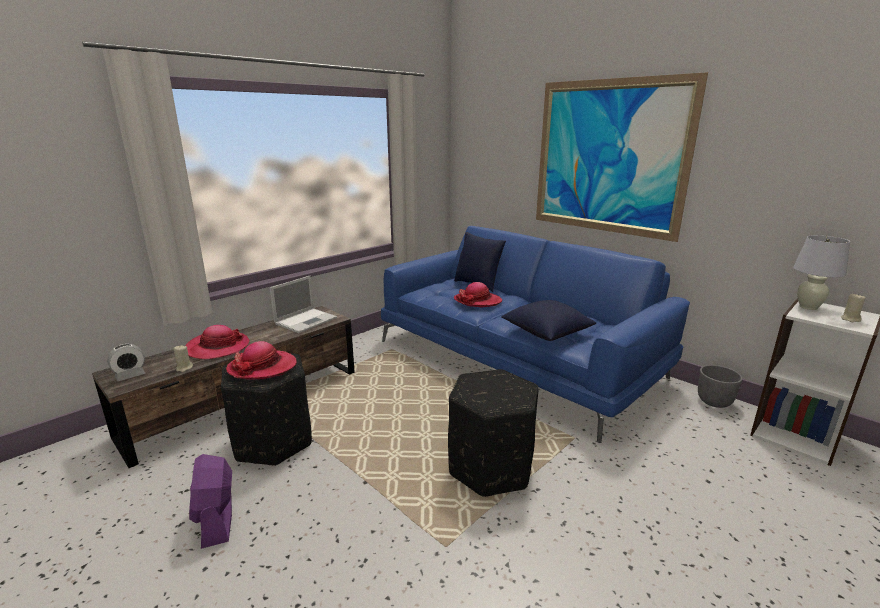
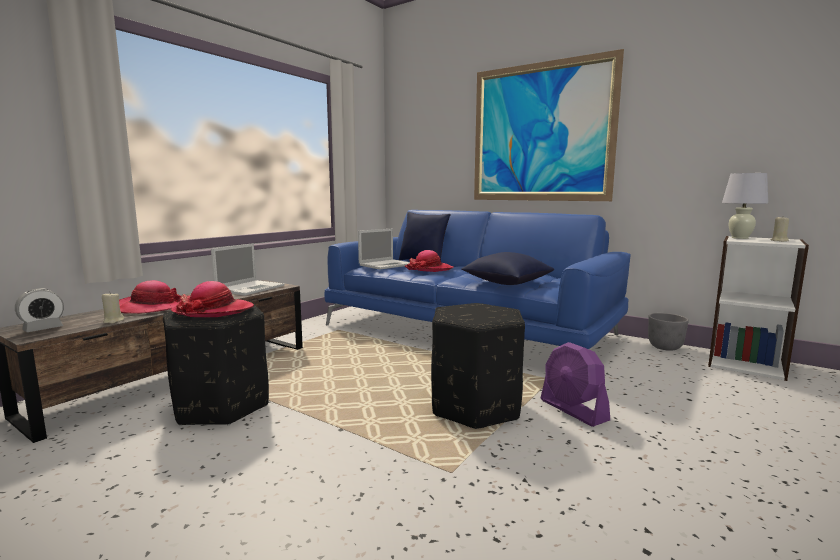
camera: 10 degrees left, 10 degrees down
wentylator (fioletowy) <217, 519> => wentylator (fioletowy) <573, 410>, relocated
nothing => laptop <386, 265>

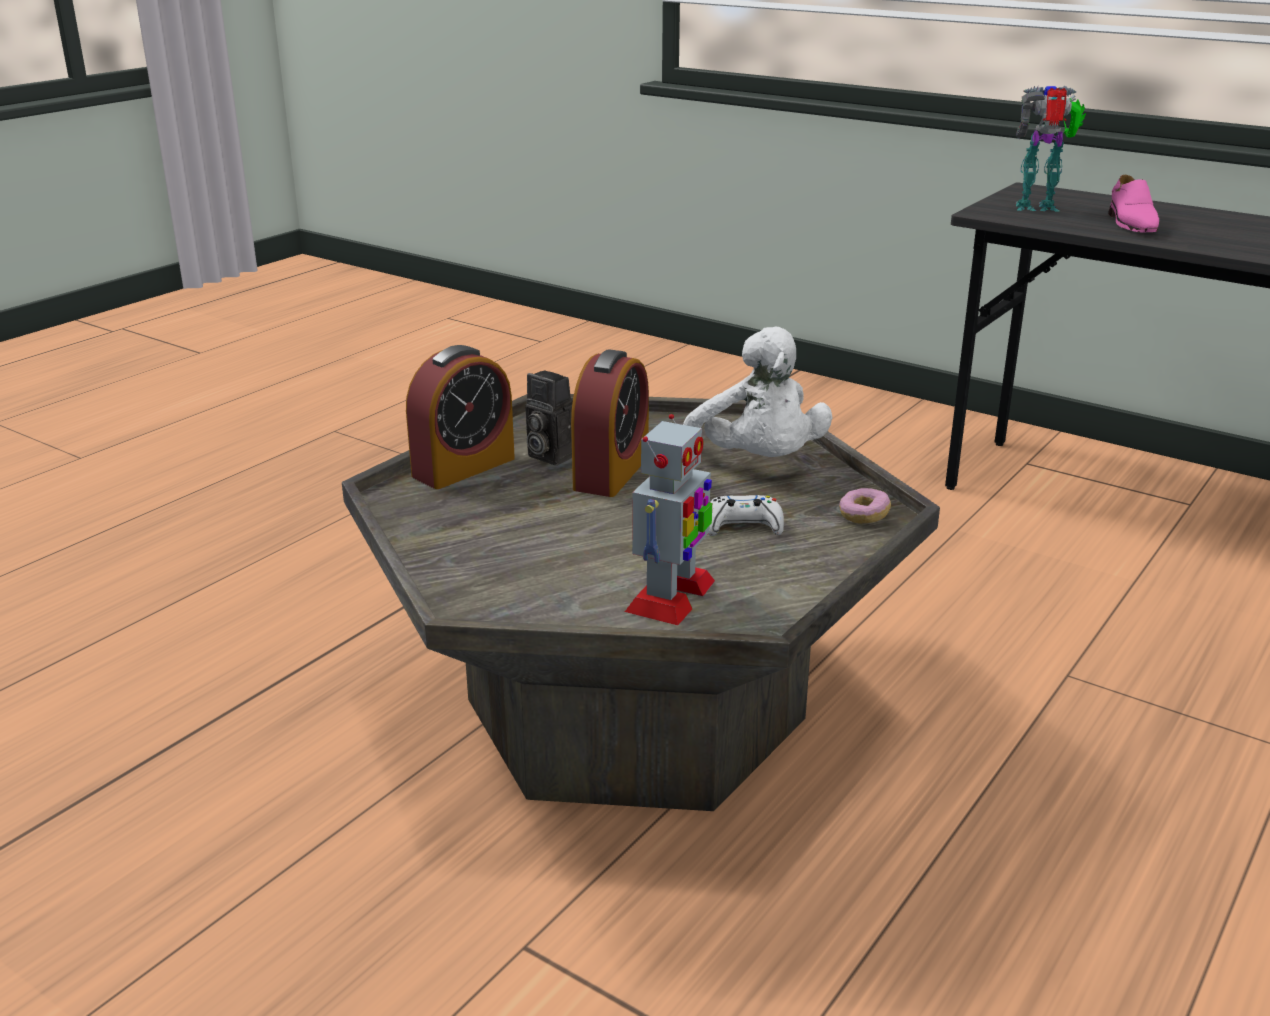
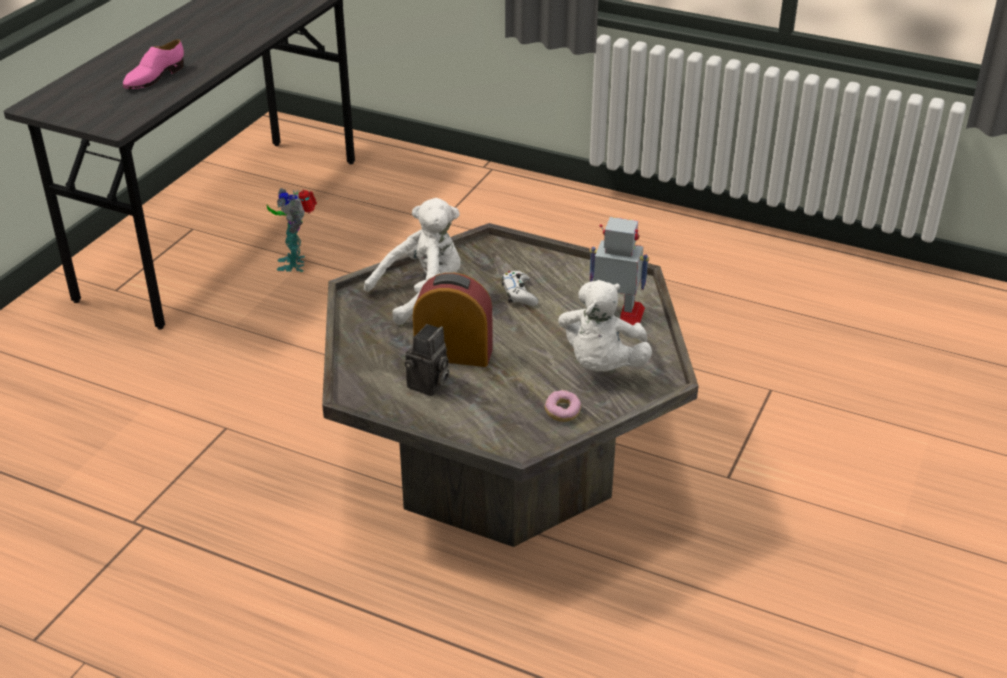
camera: 100 degrees left, 10 degrees up
budzik <463, 467> => nothing
donut <863, 516> => donut <562, 412>, relocated
robot zabawkowy <1038, 208> => robot zabawkowy <295, 263>, relocated
but (różowy) <1131, 223> => but (różowy) <154, 77>, 135 degrees clockwise
nothing => pluszak (biały) <602, 365>

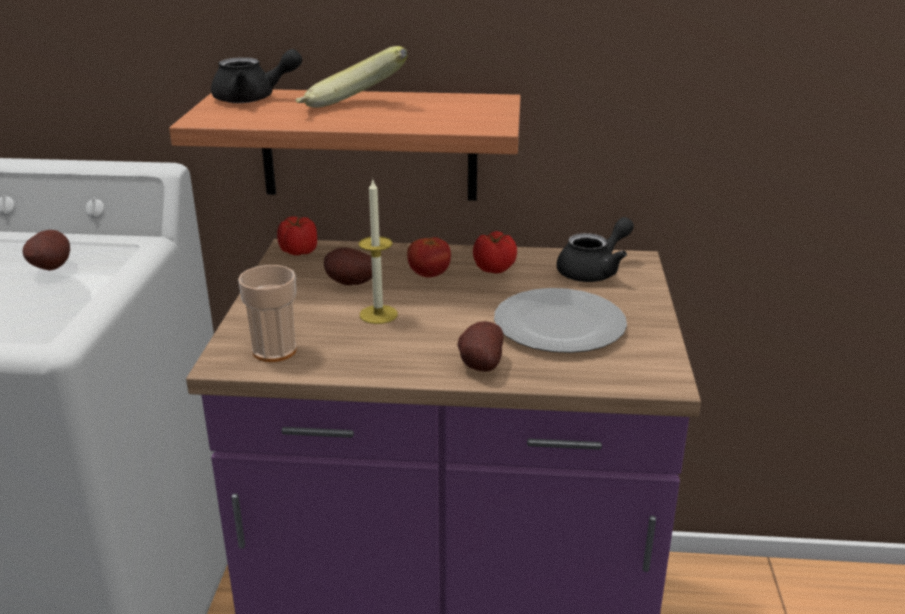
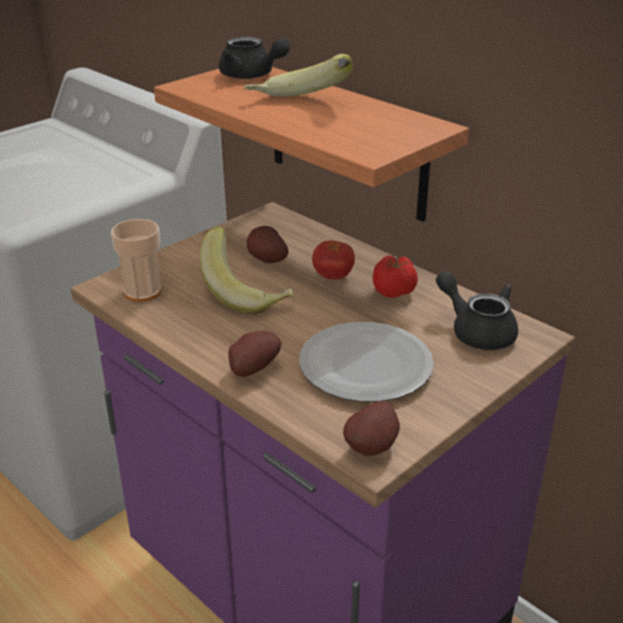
camera: 40 degrees right, 5 degrees up
ziemniak <53, 268> => ziemniak <374, 448>, relocated
pomidor <298, 252> => nothing
świeca <378, 314> => banan <247, 294>
imbryk (czarny) <594, 271> => imbryk (czarny) <477, 330>, 135 degrees counterclockwise

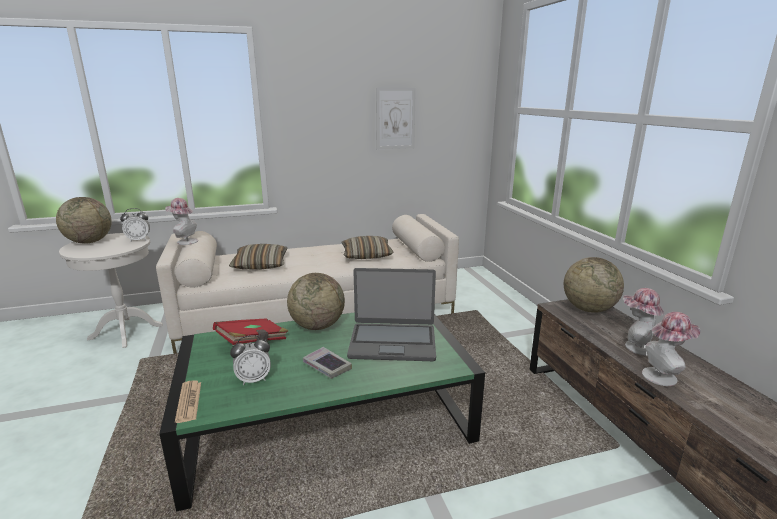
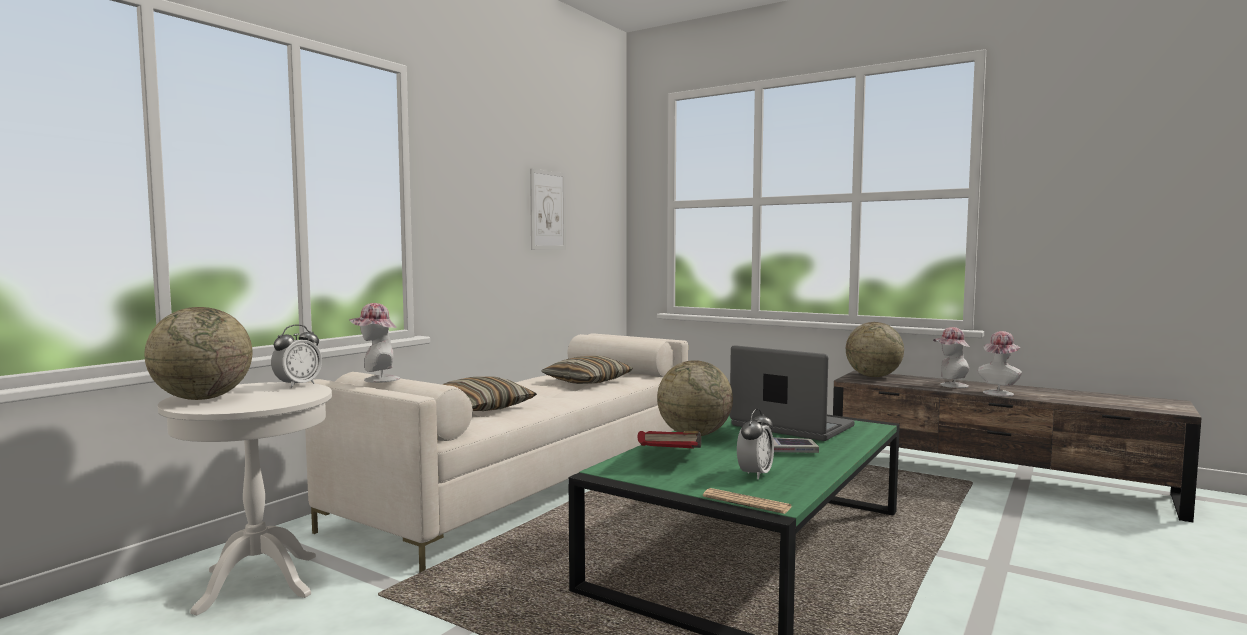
camera: 40 degrees left, 15 degrees down
laptop <392, 342> => laptop <791, 426>, 105 degrees counterclockwise

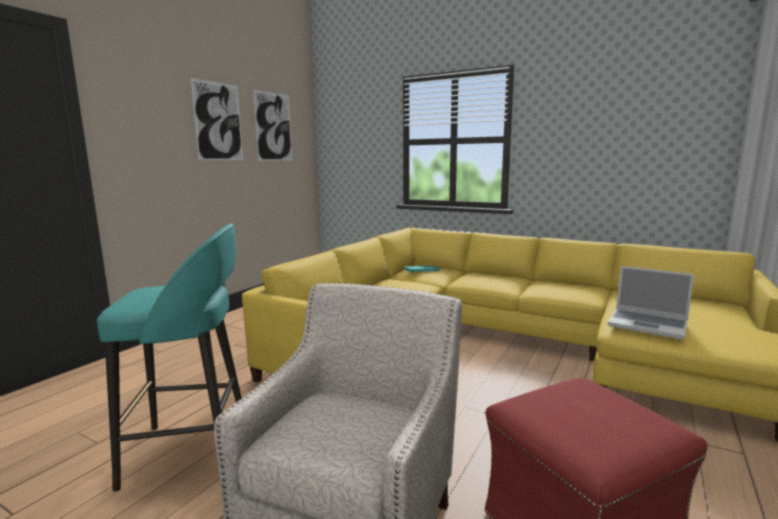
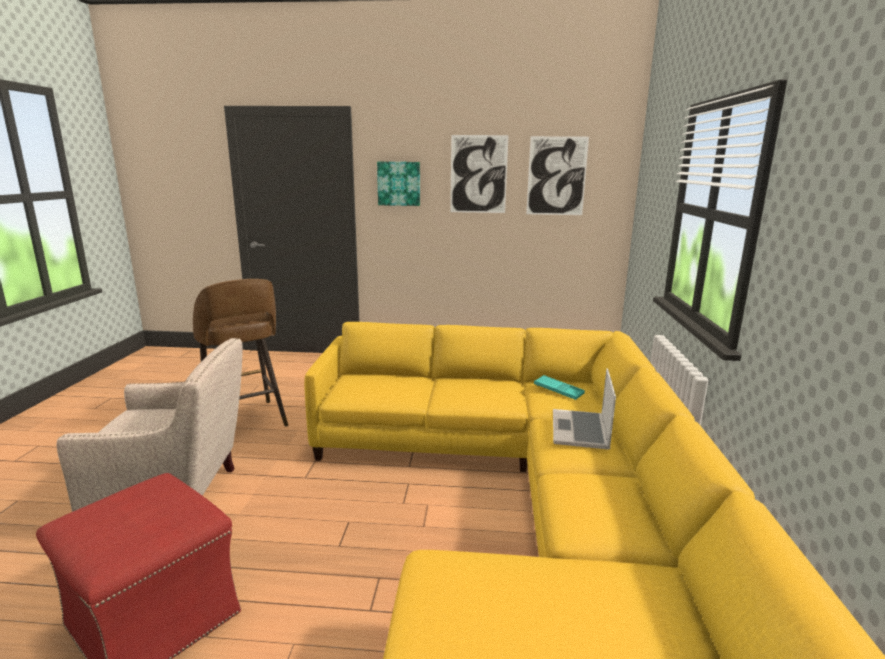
camera: 65 degrees right, 5 degrees up
stołek (turkusowy) <192, 451> => stołek (brązowy) <246, 422>
laptop <648, 325> => laptop <581, 431>, relocated
nothing => obraz <399, 183>

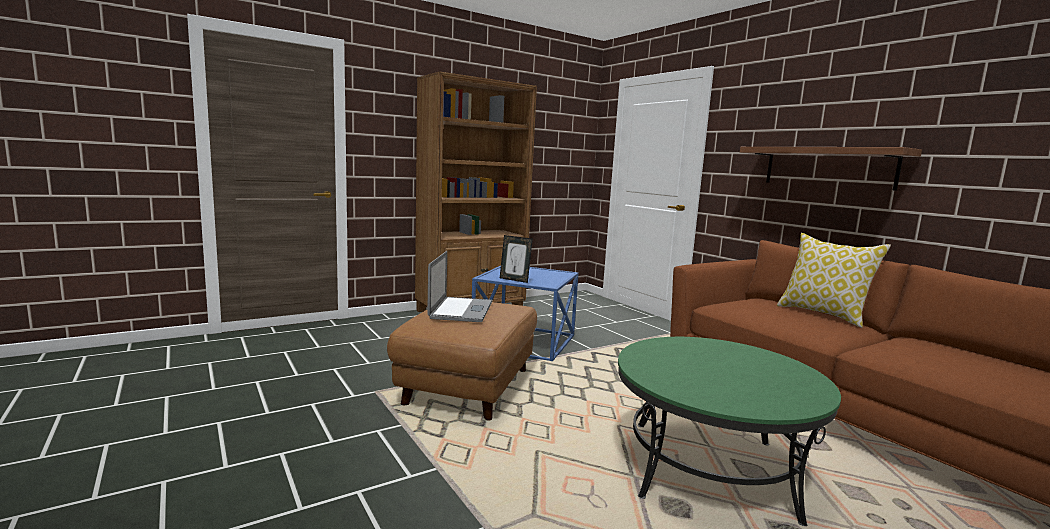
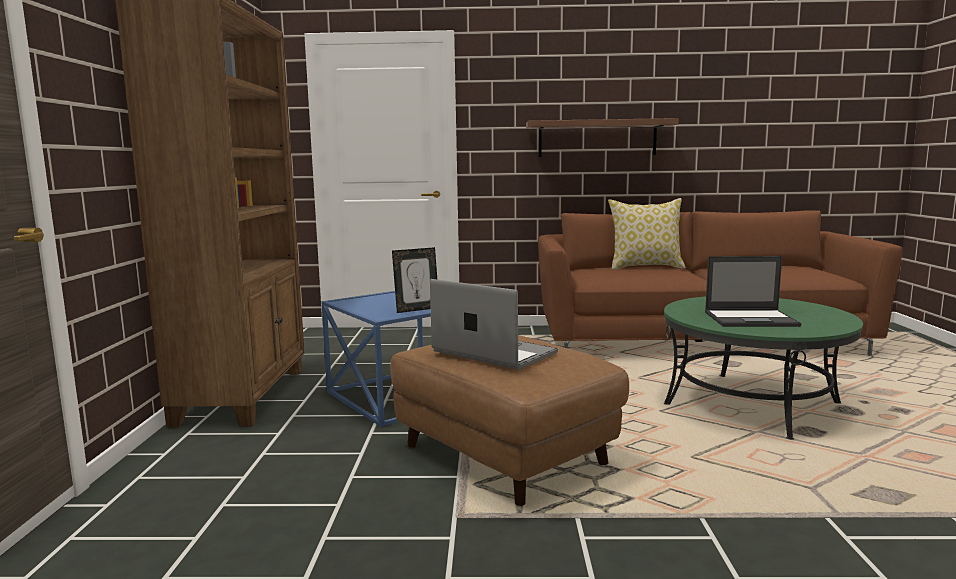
camera: 55 degrees left, 0 degrees up
nothing => laptop <751, 319>

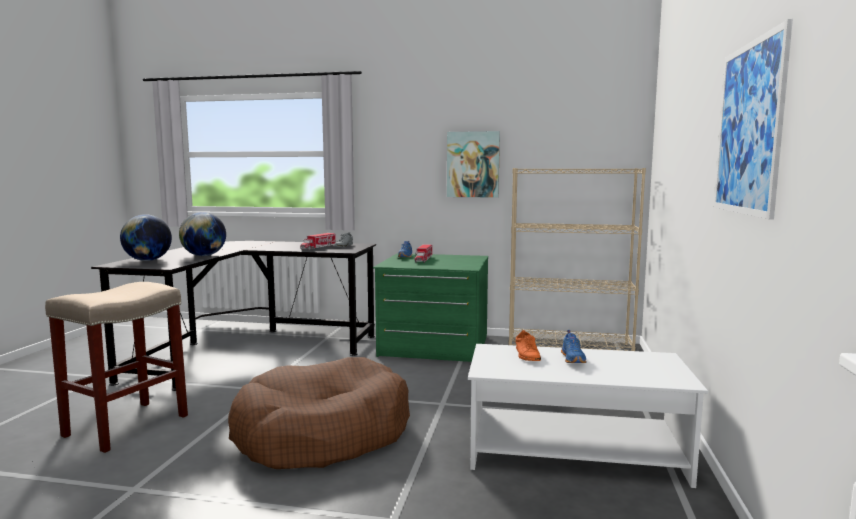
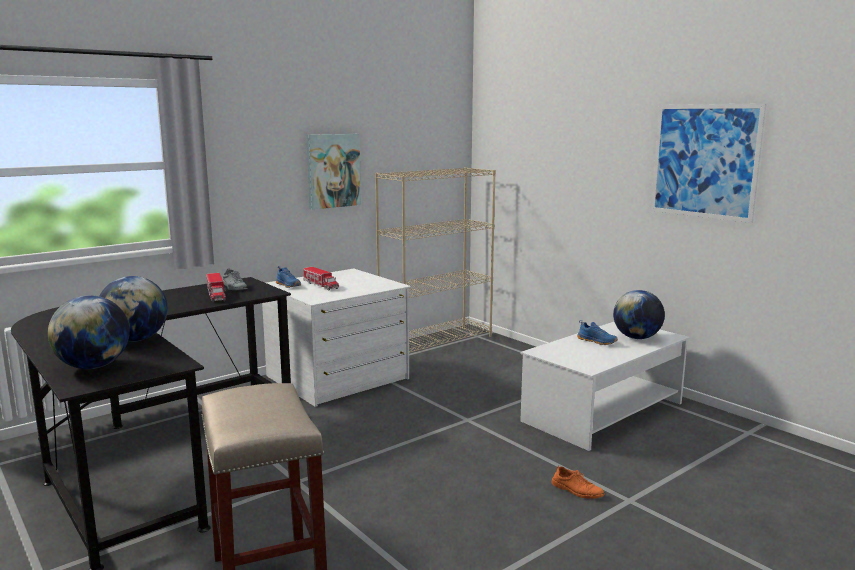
camera: 50 degrees left, 5 degrees up
legowisko (brązowy) <322, 434> => nothing
komoda (zielony) <434, 346> => komoda (biały) <338, 378>
but (pomarańczowy) <527, 355> => but (pomarańczowy) <577, 490>, relocated
nothing => globus <636, 338>

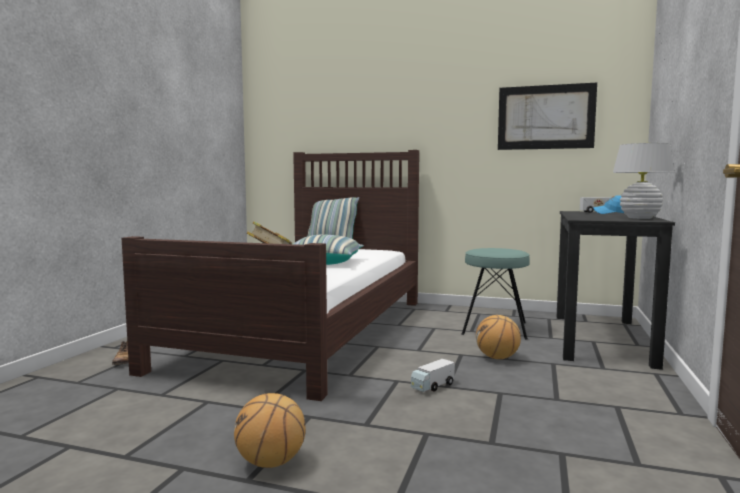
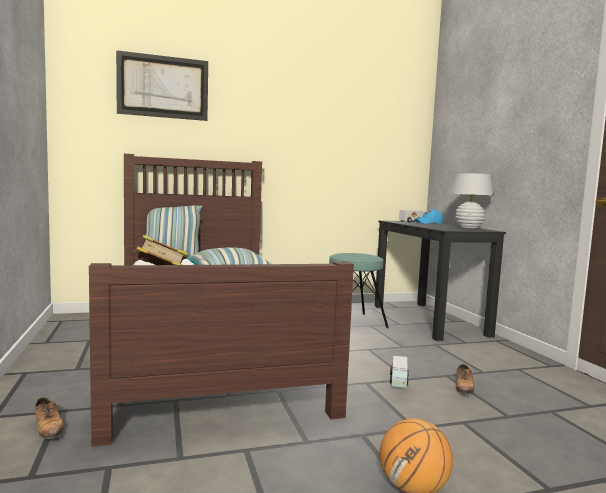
camera: 35 degrees left, 0 degrees up
piłka do koszykówki <497, 358> => nothing
obraz <545, 117> => obraz <163, 87>, relocated
nothing => but <464, 387>

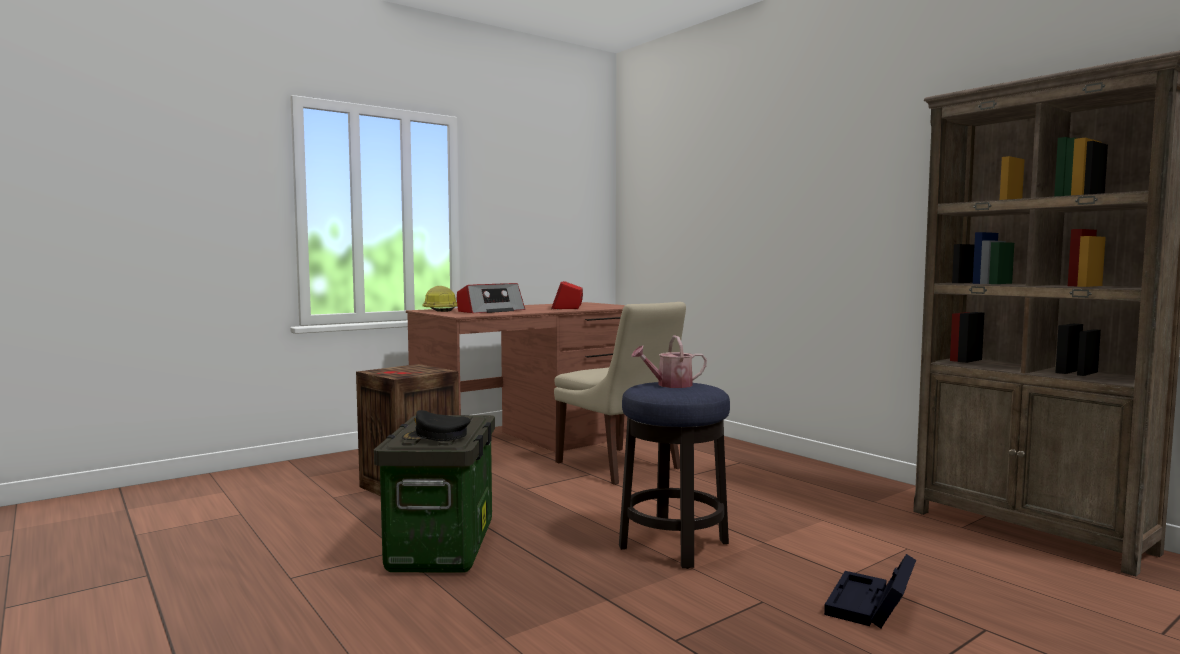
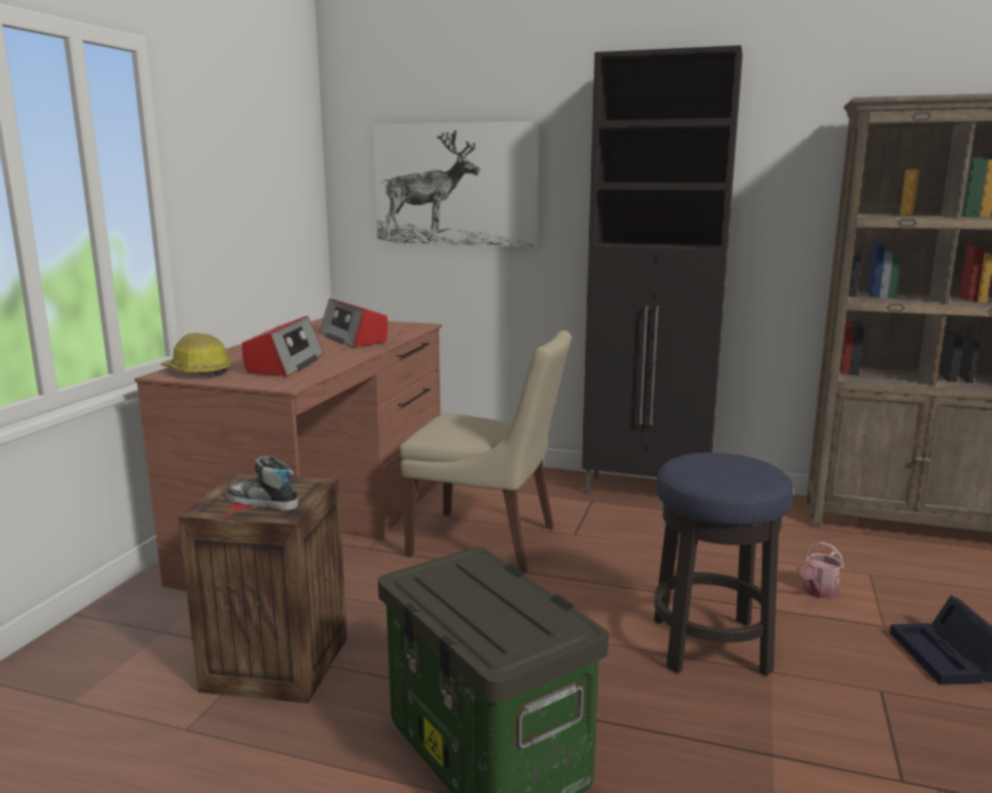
camera: 35 degrees left, 10 degrees up
czapka z daszkiem (czarny) <436, 436> => nothing
konewka <670, 385> => konewka <818, 592>, relocated
nothing => but <262, 502>
nothing => obraz <455, 185>
nothing => szafka (czarny) <647, 492>

